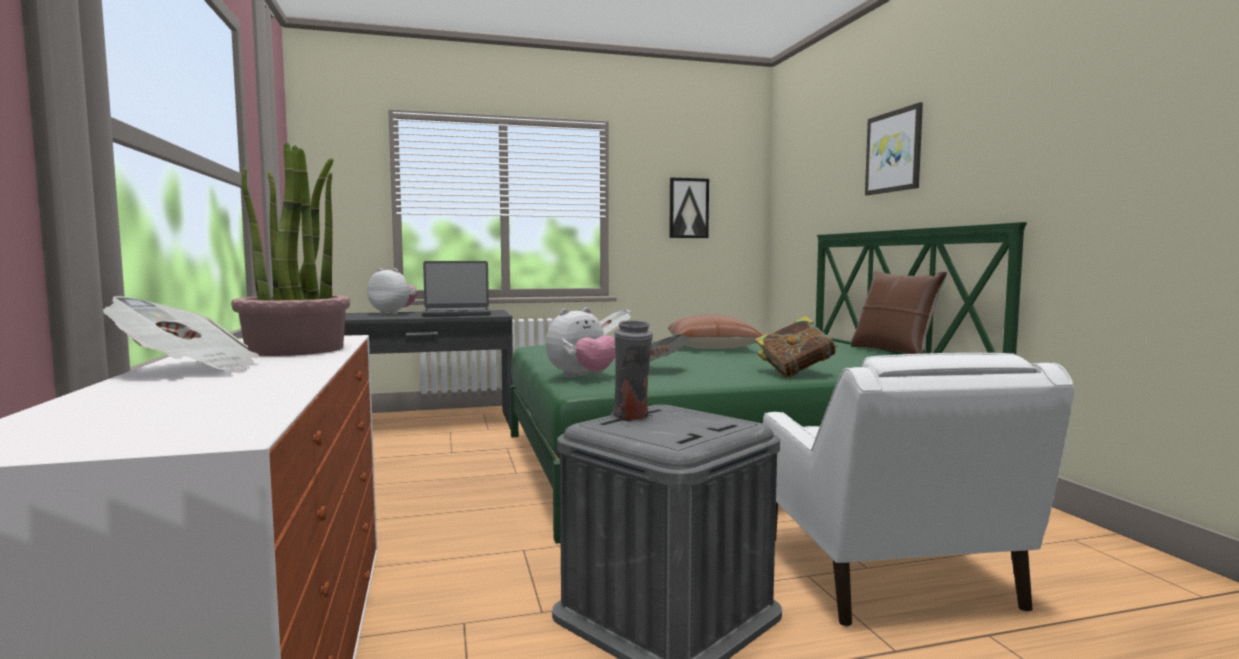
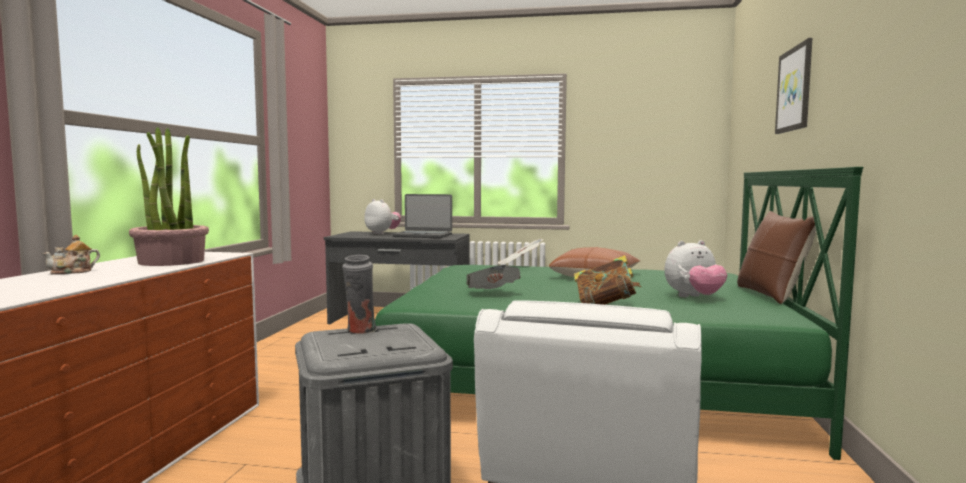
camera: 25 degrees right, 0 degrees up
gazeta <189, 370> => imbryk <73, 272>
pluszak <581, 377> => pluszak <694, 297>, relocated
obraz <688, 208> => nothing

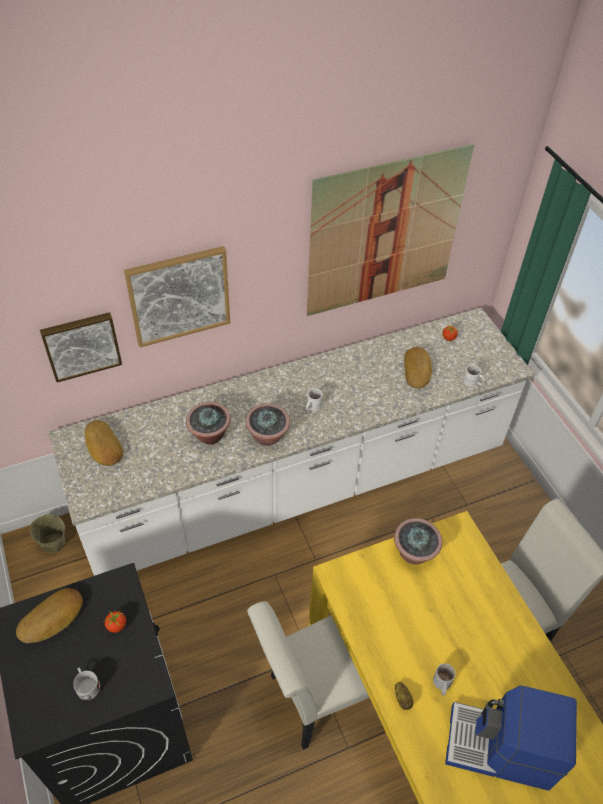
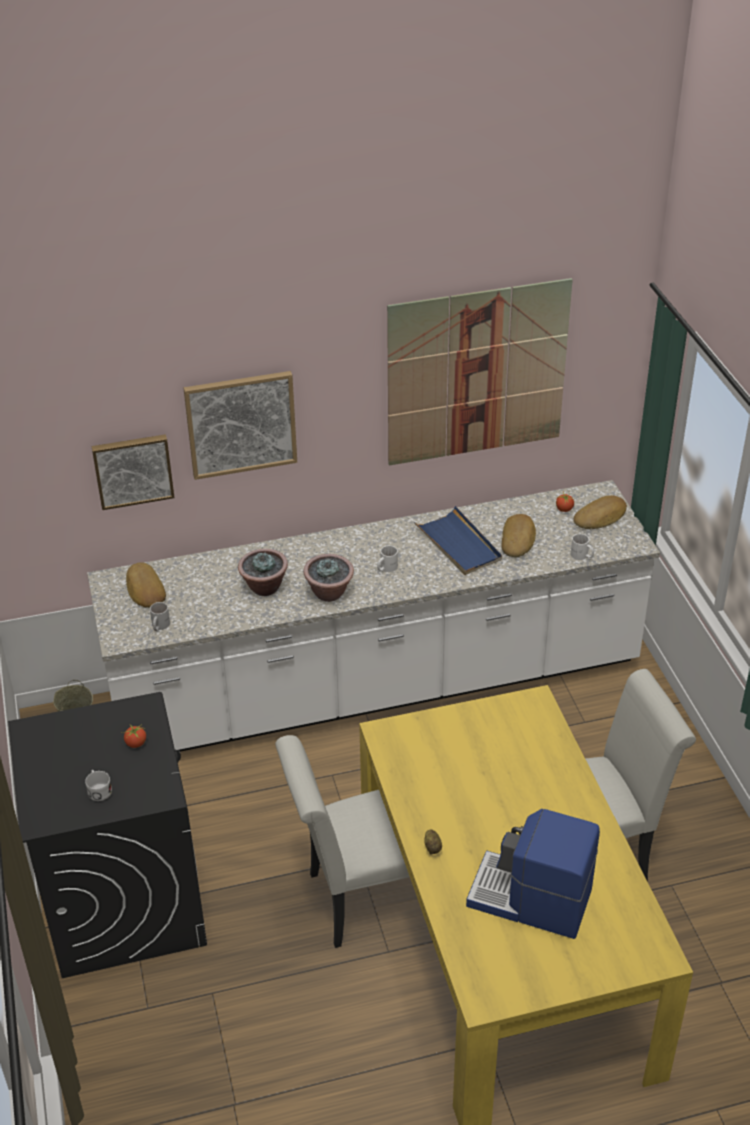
camera: 10 degrees right, 10 degrees down
chleb <52, 619> => chleb <601, 517>, relocated
roślina doniczkowa <414, 553> => nothing
kubek (biały) <441, 684> => kubek (biały) <159, 626>, relocated
nothing => taca (niebieski) <459, 544>

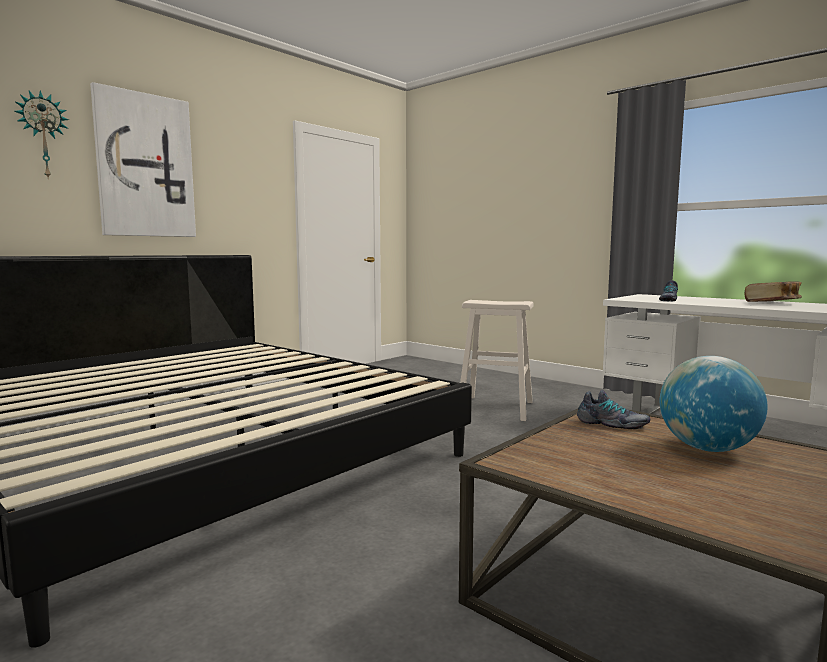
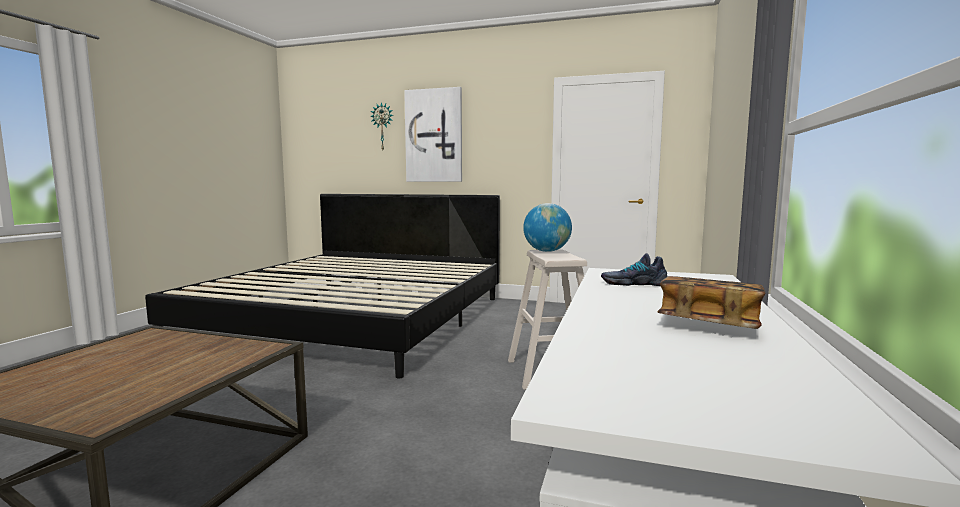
camera: 65 degrees right, 0 degrees up
but <612, 424> => nothing
globus <707, 449> => globus <547, 251>, relocated

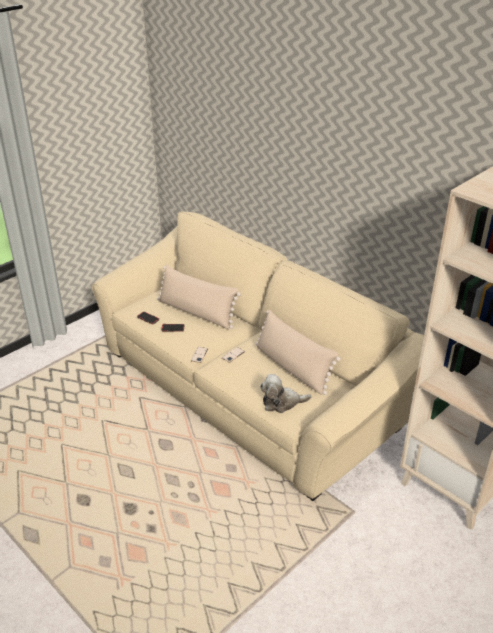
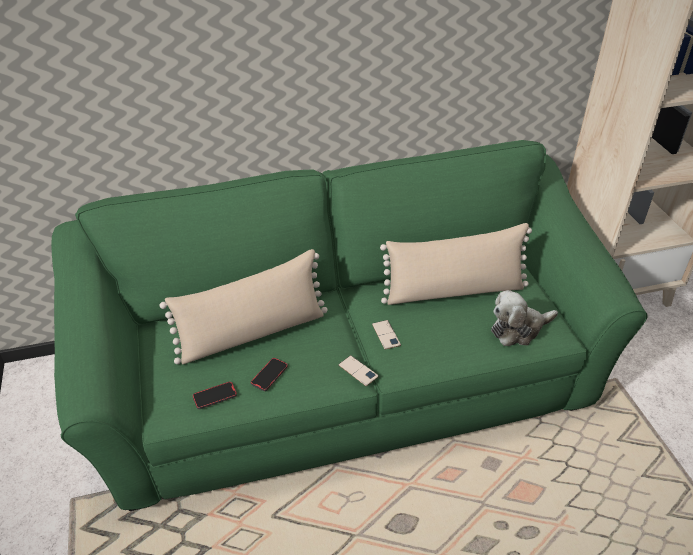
camera: 60 degrees left, 5 degrees up
kanapa (beżowy) <246, 388> => kanapa (zielony) <346, 380>
pluszak <282, 402> => pluszak <518, 329>, 45 degrees clockwise

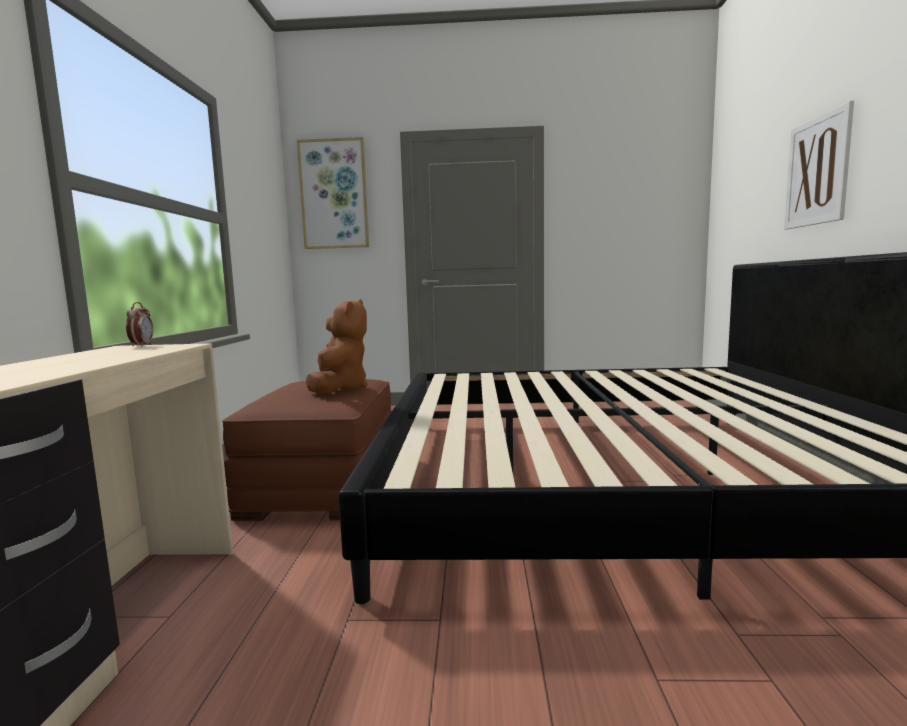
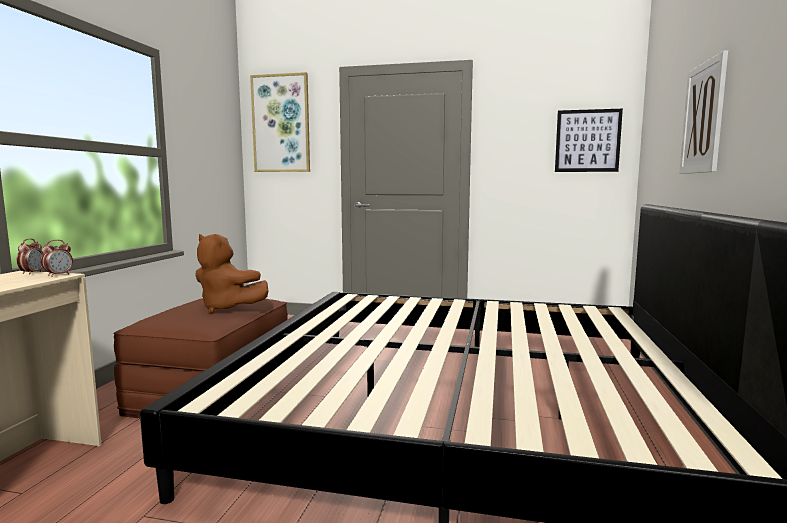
camera: 10 degrees right, 0 degrees up
pluszak (brązowy) <339, 388> => pluszak (brązowy) <227, 308>, 105 degrees clockwise
nothing => budzik <58, 275>
nothing => obraz <587, 141>

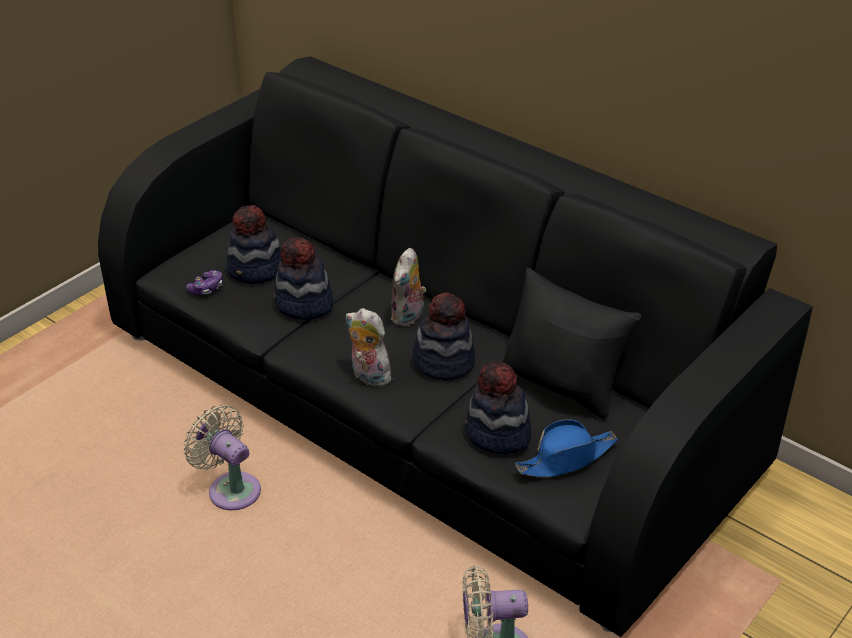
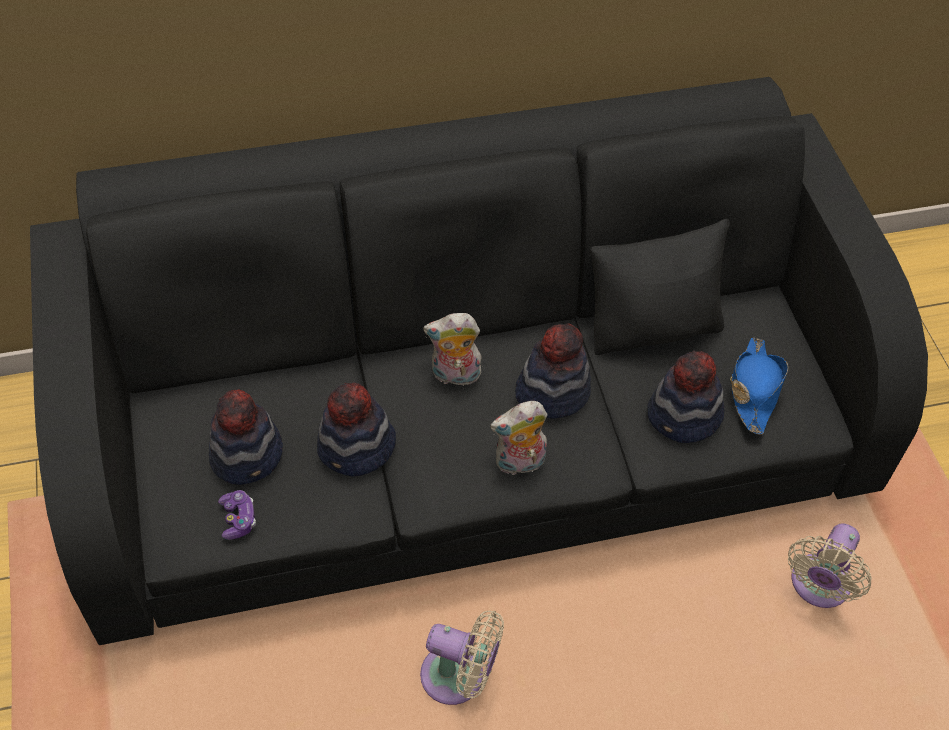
camera: 55 degrees left, 15 degrees up
wentylator (beżowy) <231, 488> => wentylator (beżowy) <459, 678>, 150 degrees counterclockwise
pluszak <409, 317> => pluszak <454, 376>, 120 degrees clockwise

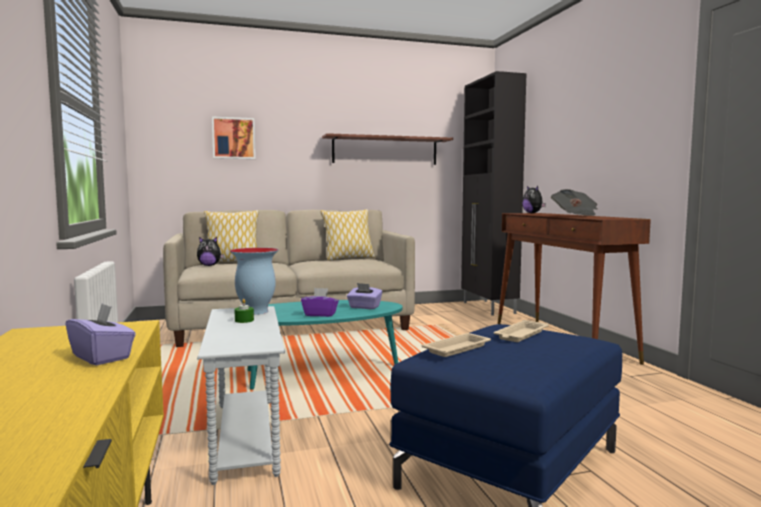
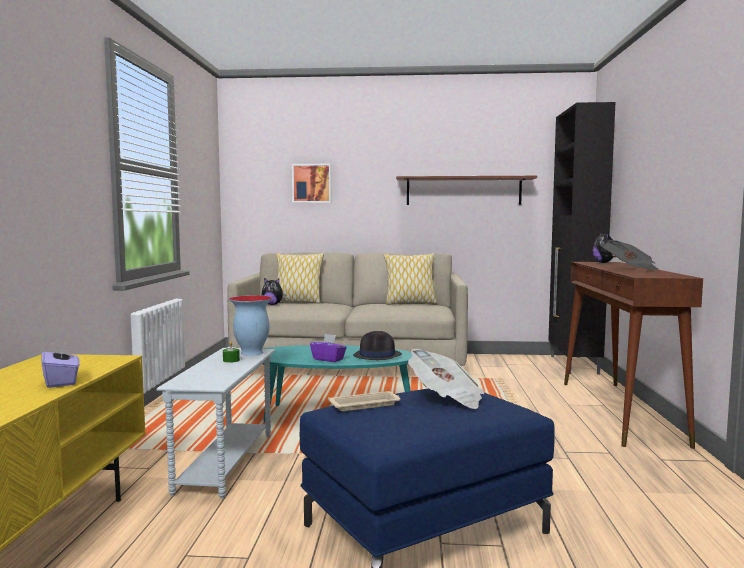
camera: 20 degrees right, 0 degrees up
pudełko chusteczek (fioletowy) <364, 307> => kapelusz (czarny) <377, 355>
taca (beżowy) <520, 335> => gazeta <447, 398>

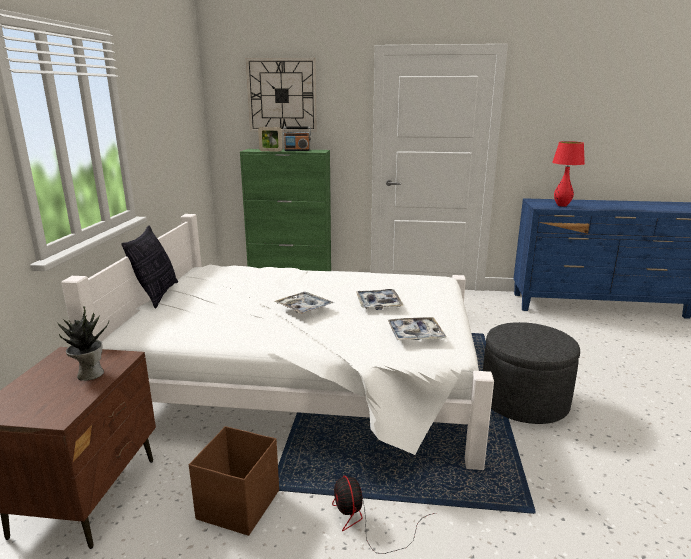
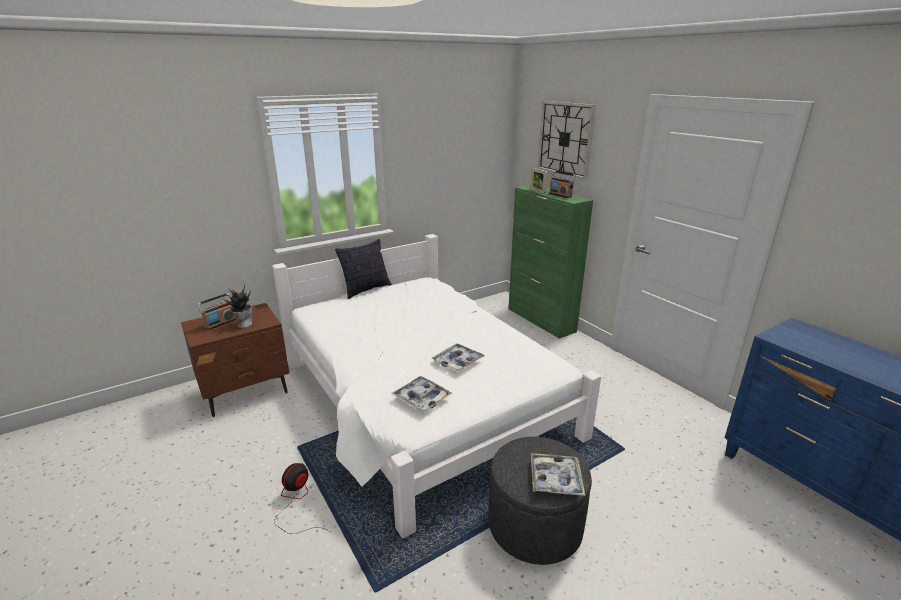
camera: 50 degrees right, 5 degrees up
pojemnik do przechowywania (brązowy) <240, 504> => nothing
taca <304, 308> => taca <555, 479>, relocated
lampa stołowa (czerwony) <561, 205> => nothing
nothing => radio <220, 323>

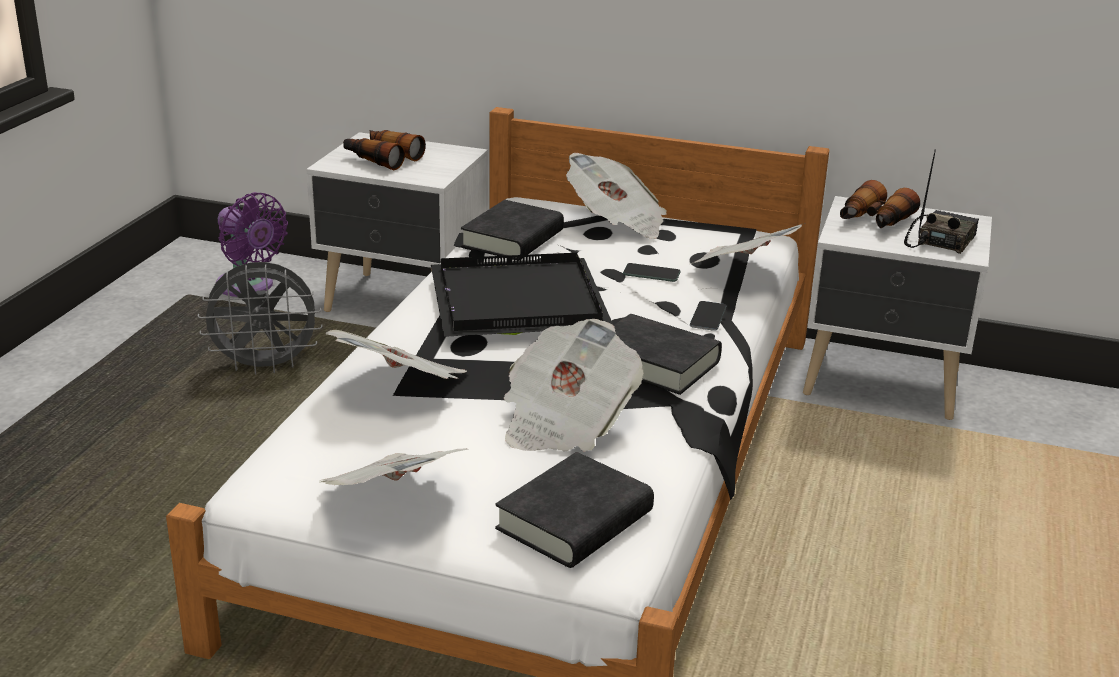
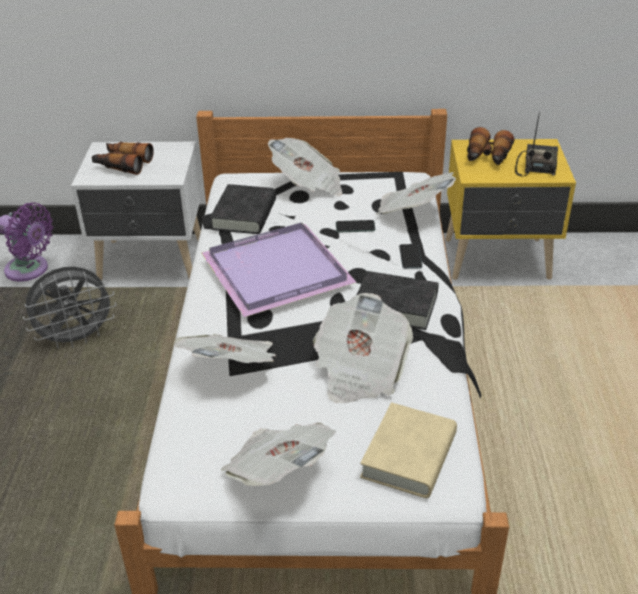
camera: 15 degrees left, 10 degrees up
taca (czarny) <514, 300> => taca (fioletowy) <274, 271>
książka (czarny) <575, 521> => książka (beżowy) <409, 456>
szafka nocna (biały) <884, 385> => szafka nocna (żółty) <499, 260>

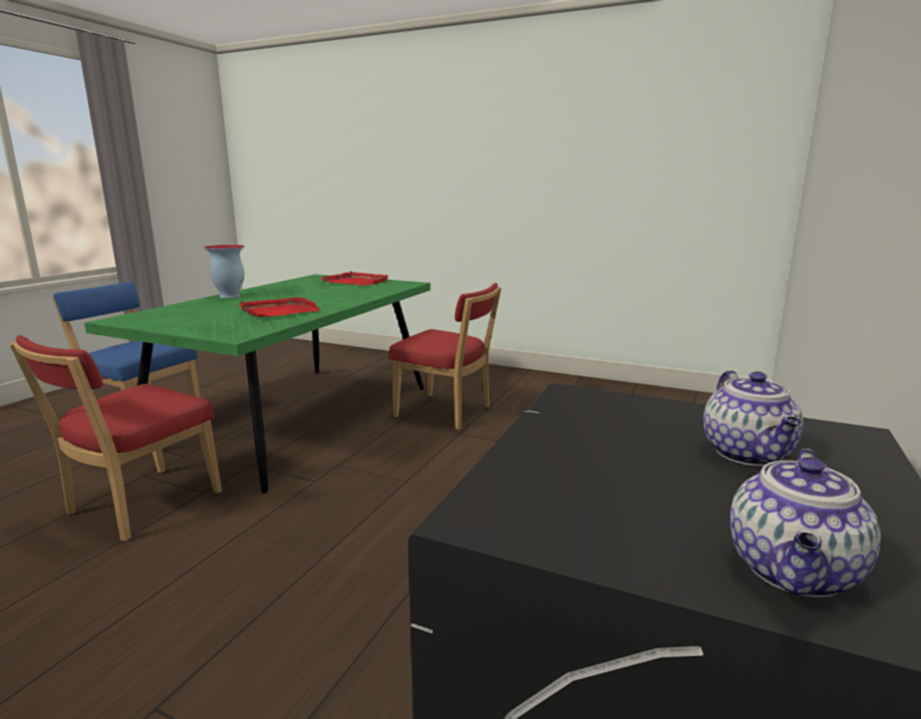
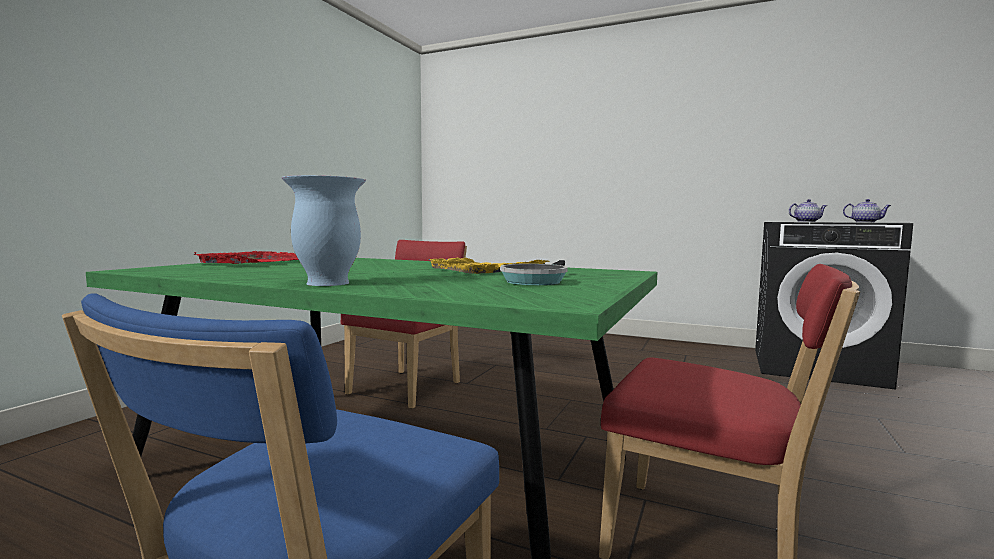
camera: 90 degrees left, 10 degrees down
taca (czerwony) <279, 311> => taca (żółty) <484, 270>
nothing => patelnia <535, 281>

